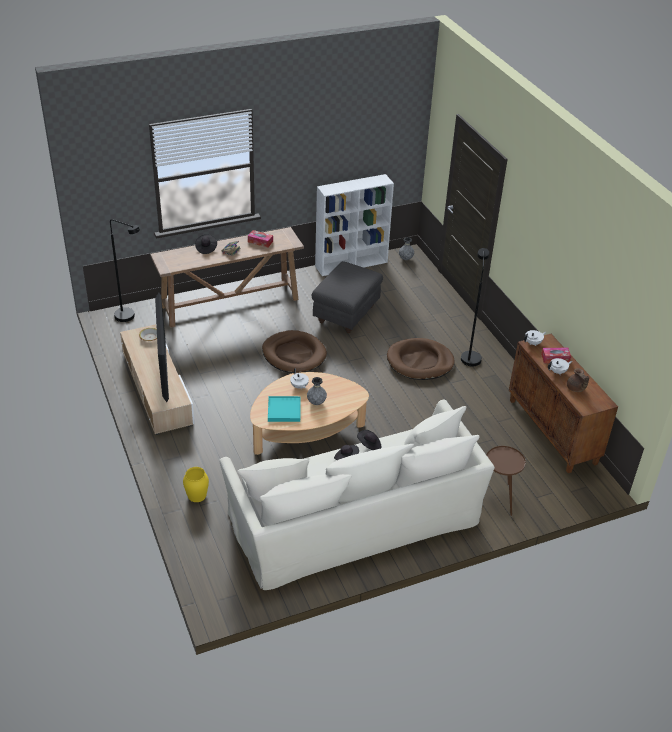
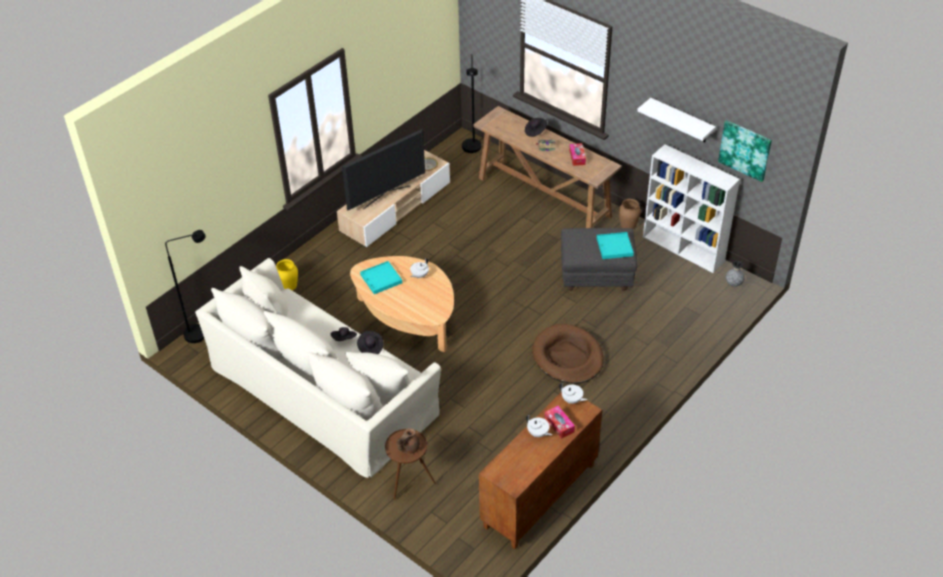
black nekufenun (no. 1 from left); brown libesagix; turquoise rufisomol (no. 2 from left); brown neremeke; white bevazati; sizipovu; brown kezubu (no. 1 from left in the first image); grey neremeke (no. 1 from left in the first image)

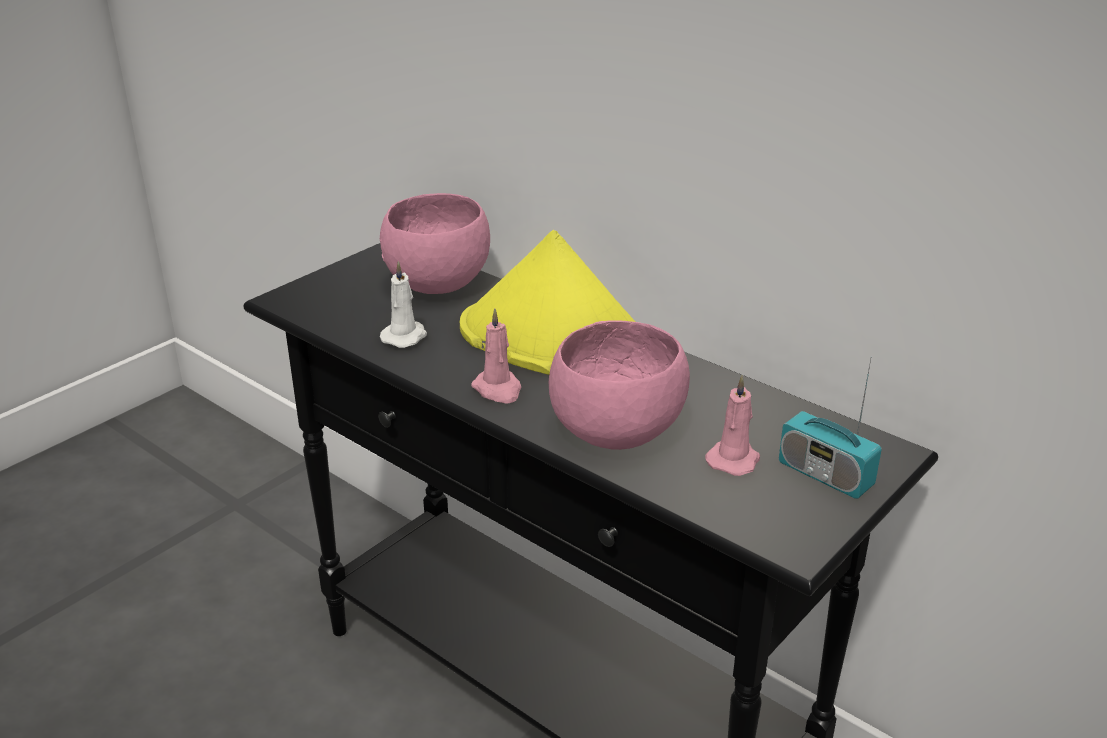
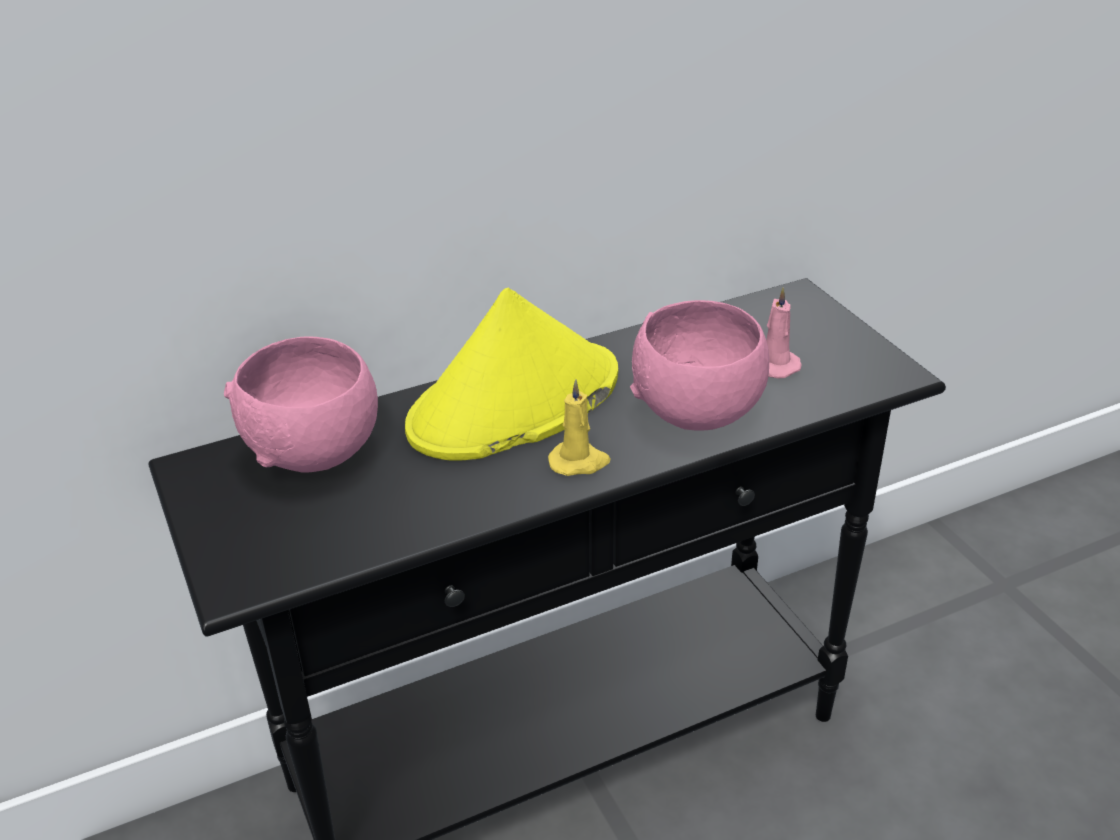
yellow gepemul; white gepemul; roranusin

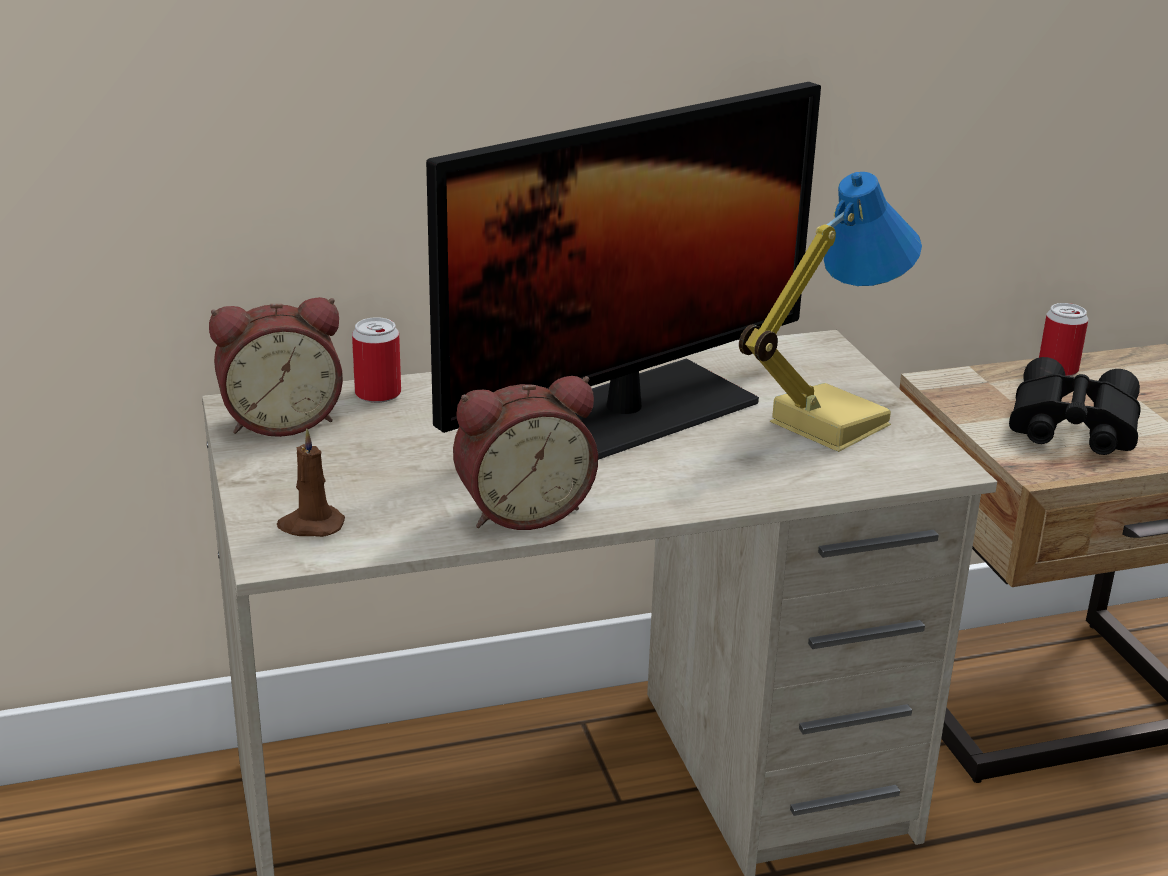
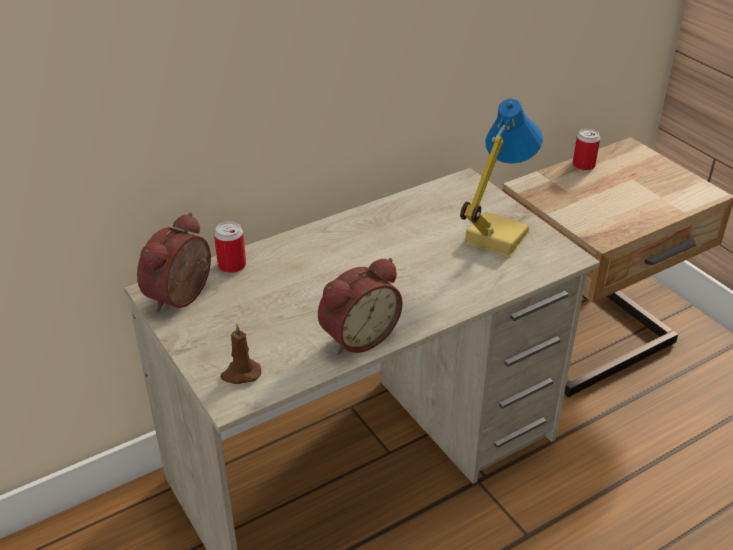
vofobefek (no. 1 from left); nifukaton; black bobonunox

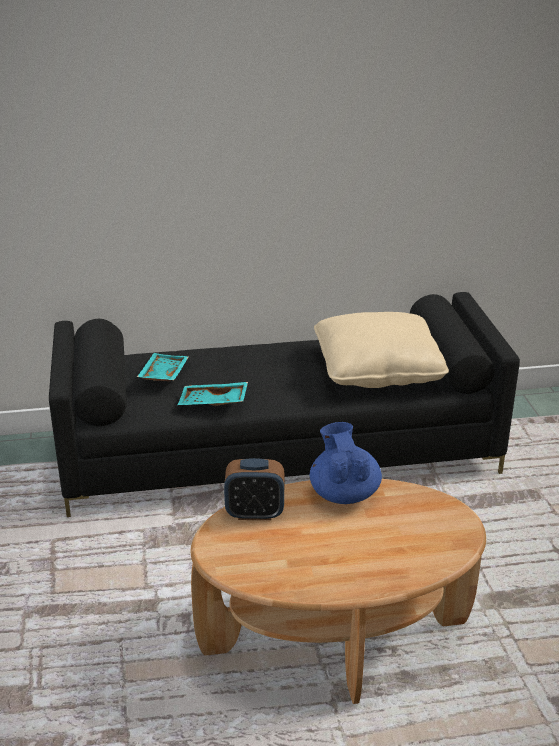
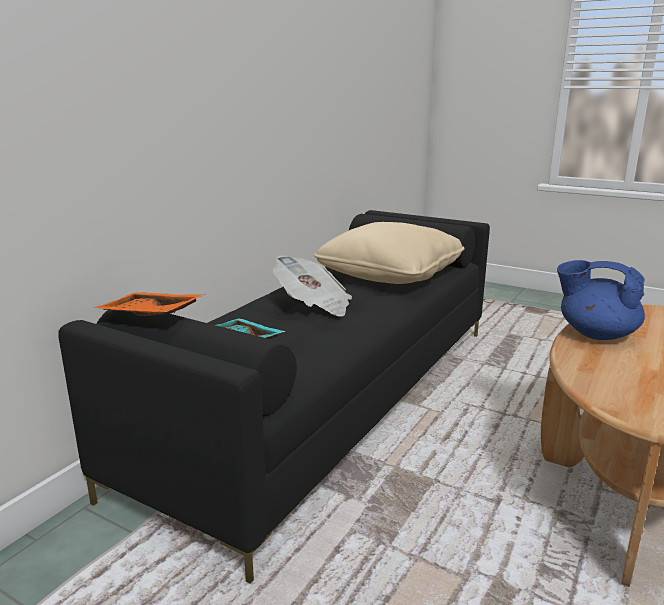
orange rufisomol; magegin; turquoise rufisomol (no. 2 from left in the first image); vofobefek

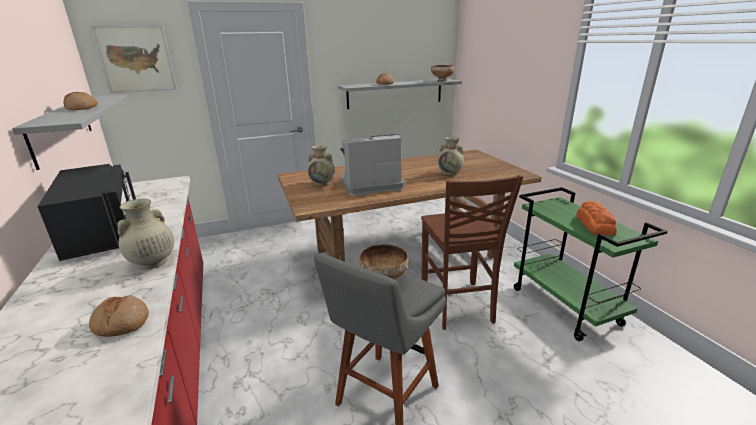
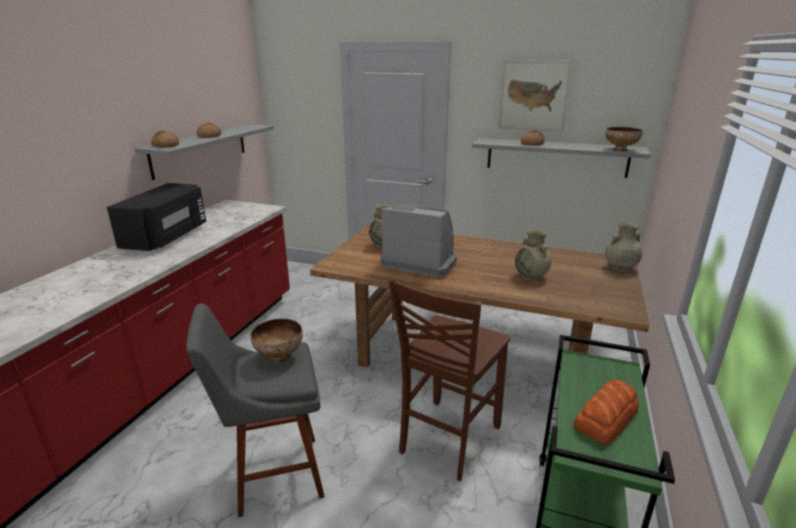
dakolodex (no. 1 from left); sizipovu; beige neremeke (no. 3 from left)

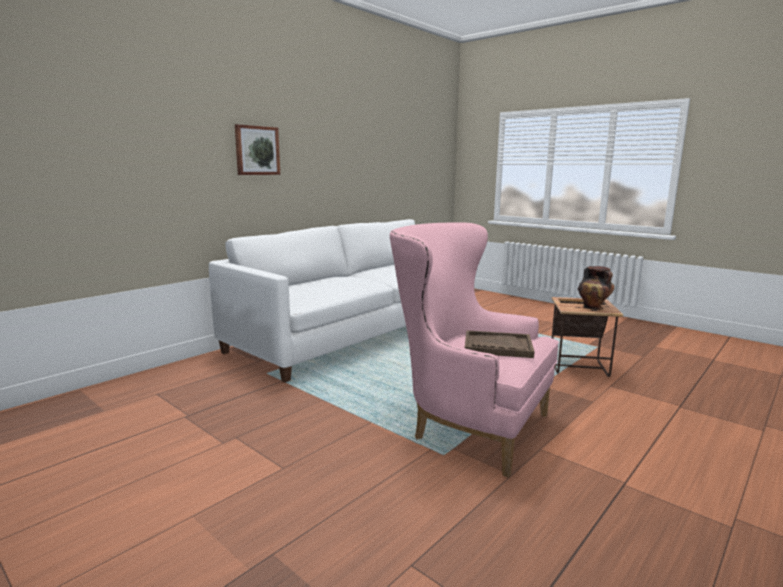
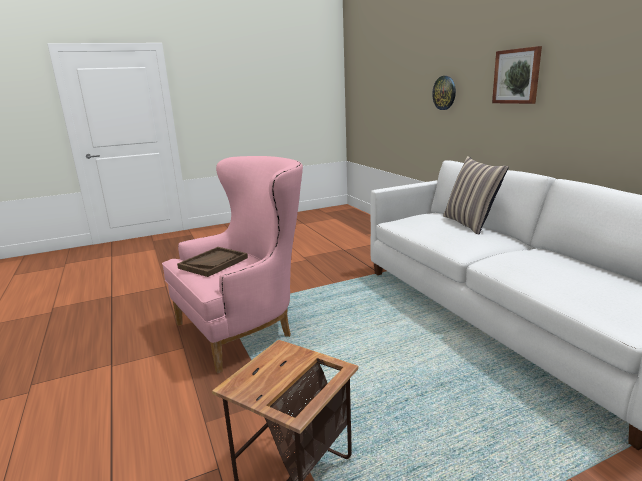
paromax; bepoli; neremeke

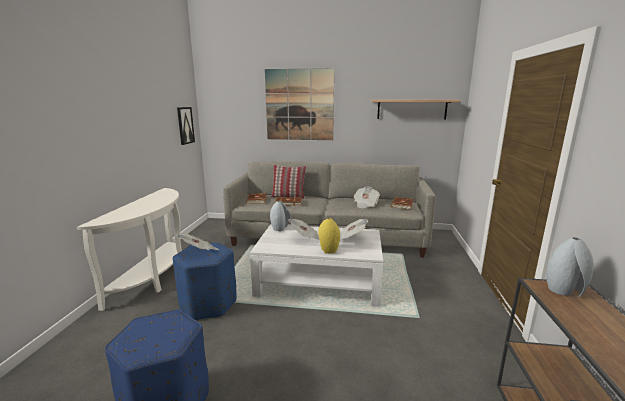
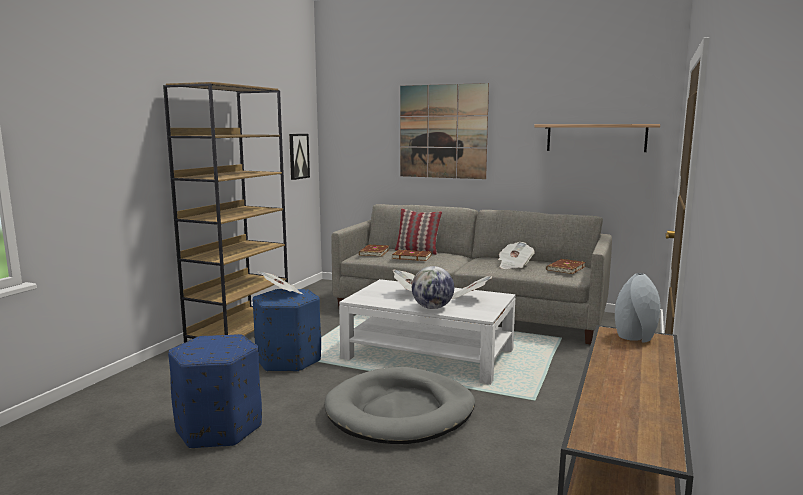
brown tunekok; grey kezubu; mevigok; grey neremeke (no. 1 from left in the first image)

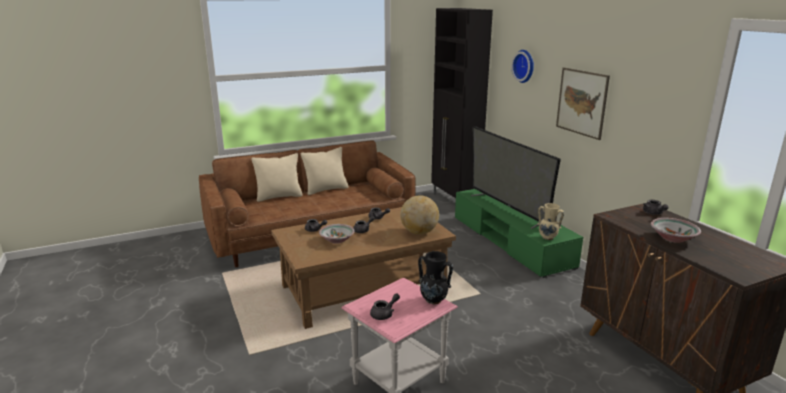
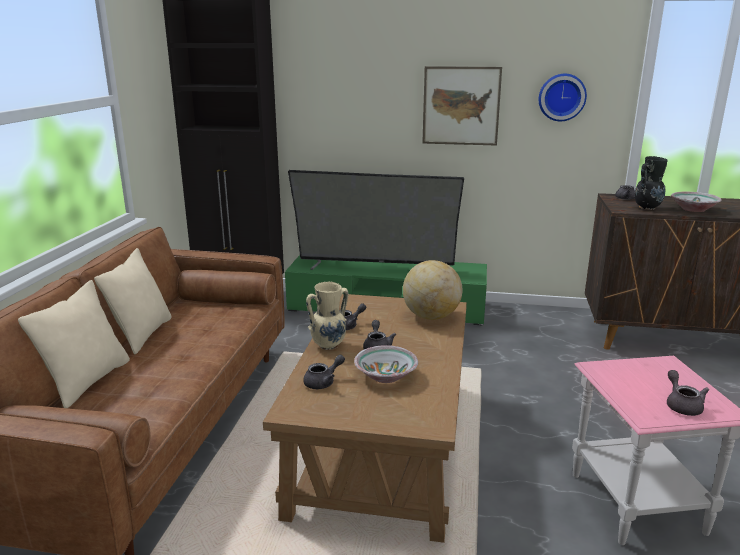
beige neremeke; paromax; black neremeke

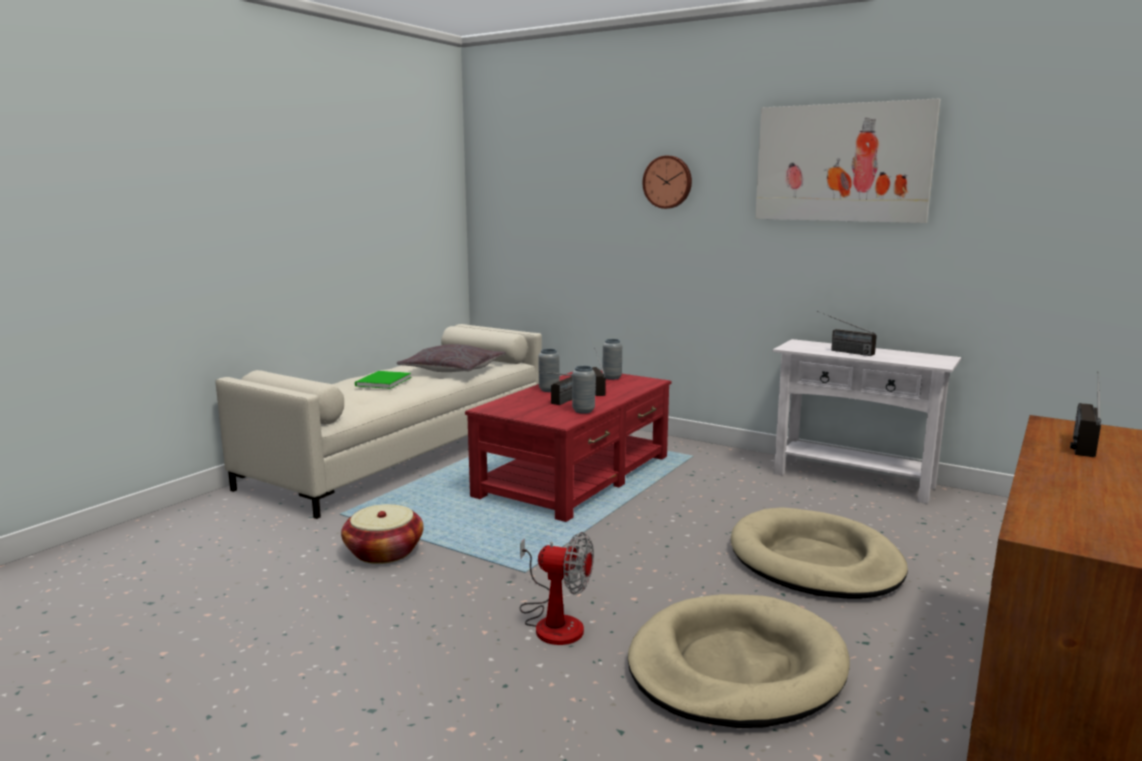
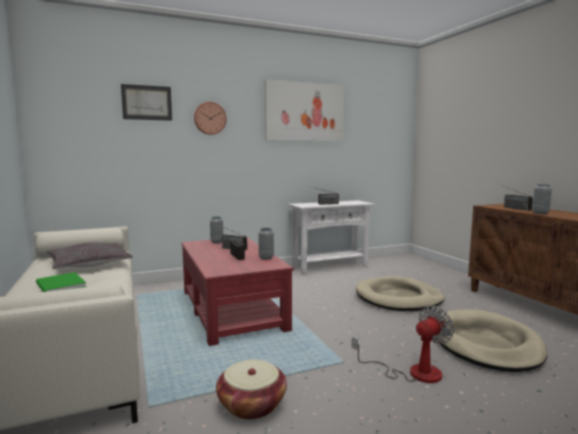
sizipovu (no. 1 from left); grey neremeke (no. 3 from left)

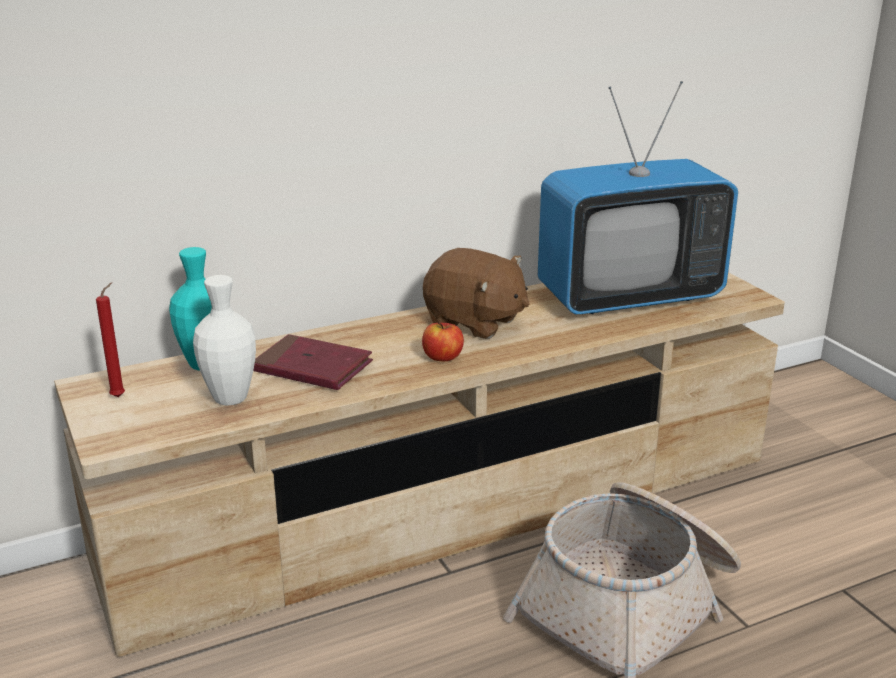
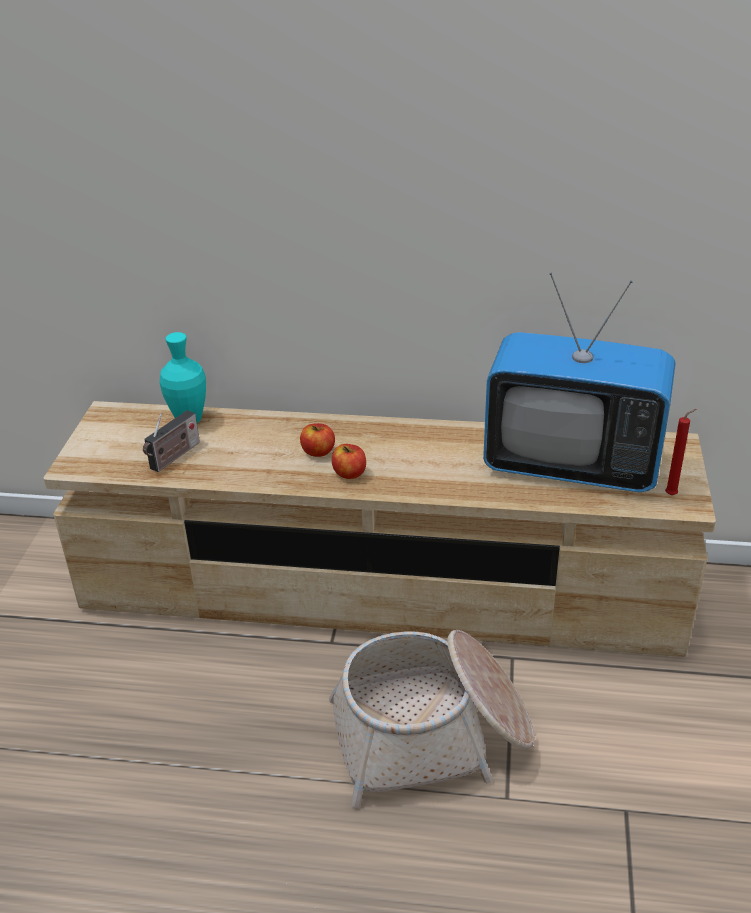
roranusin; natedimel (no. 1 from left); red gepemul; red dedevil; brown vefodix

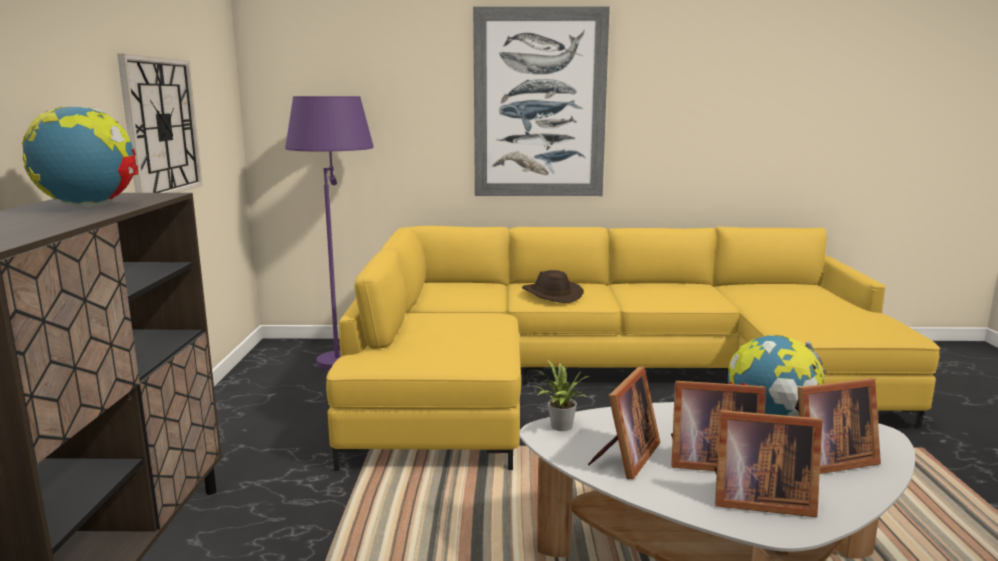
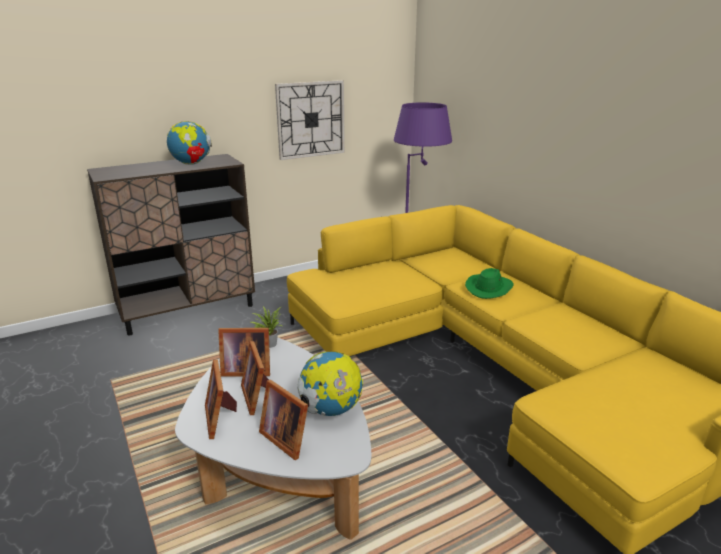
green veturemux; sizipovu

